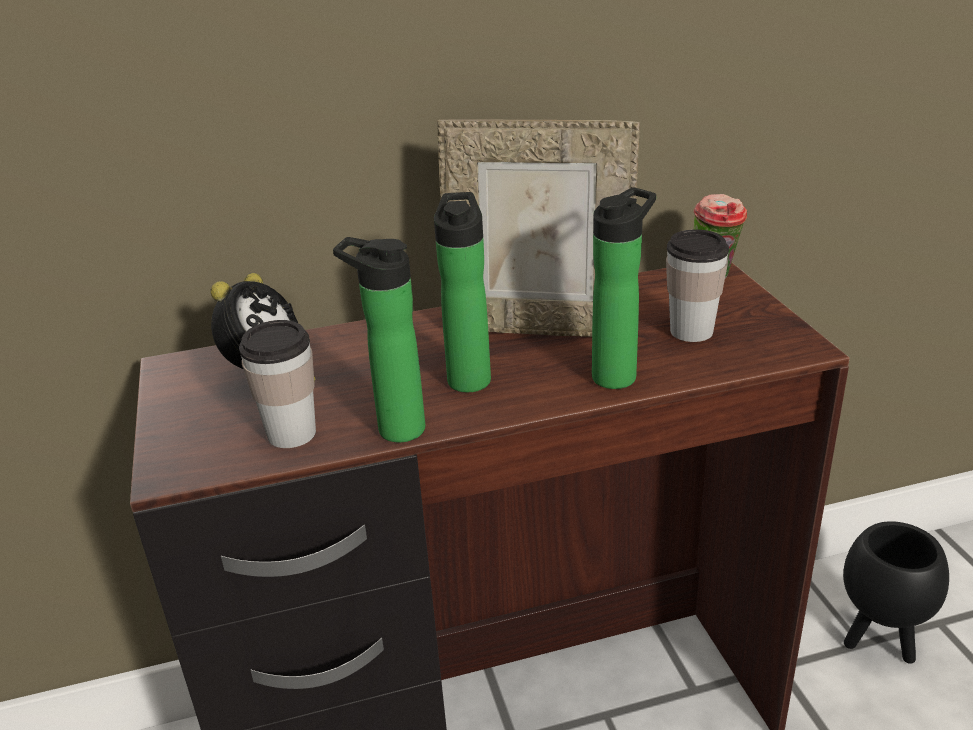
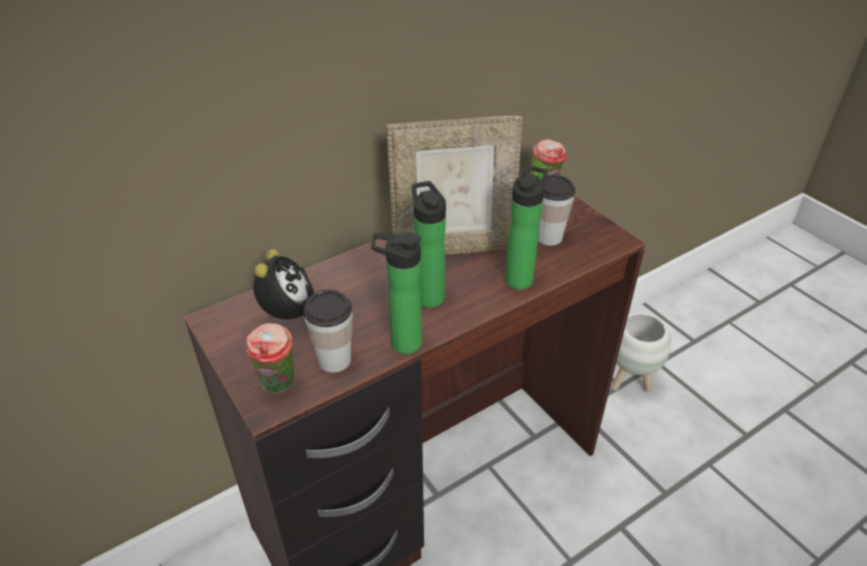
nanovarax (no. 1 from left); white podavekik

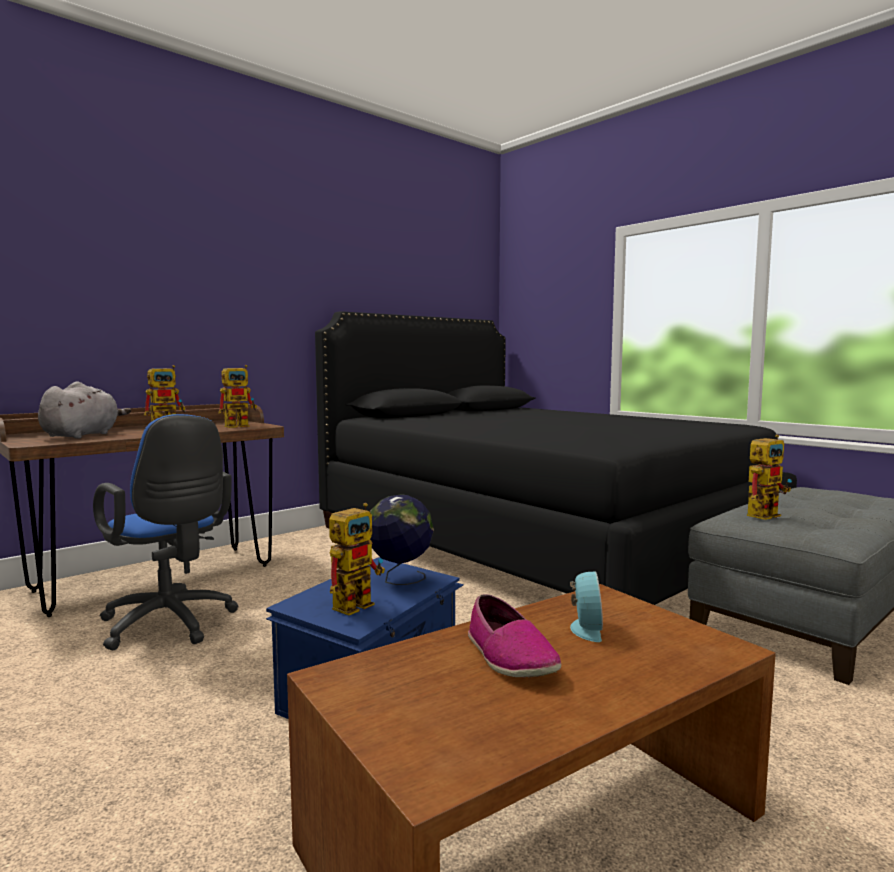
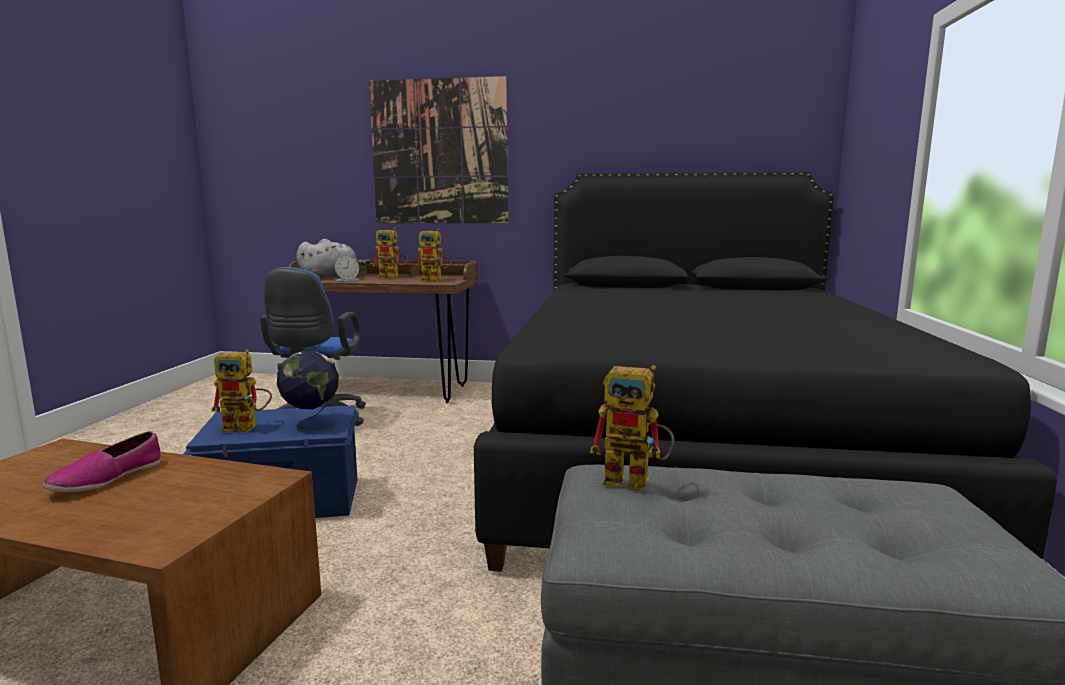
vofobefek; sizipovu

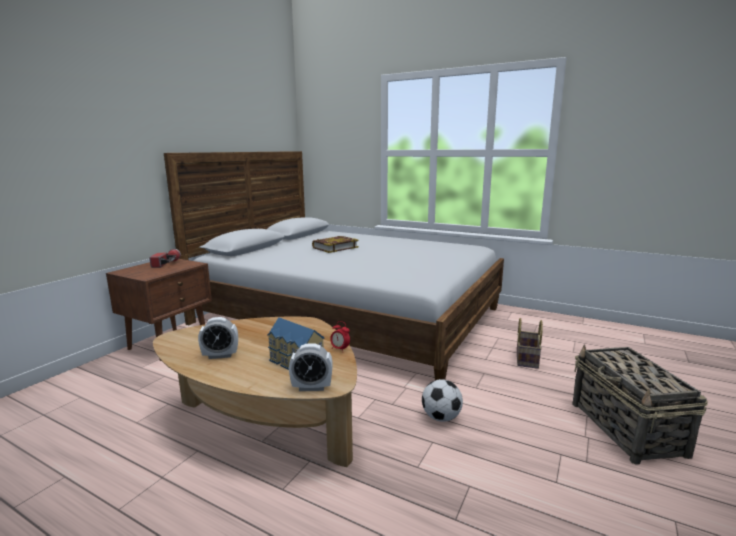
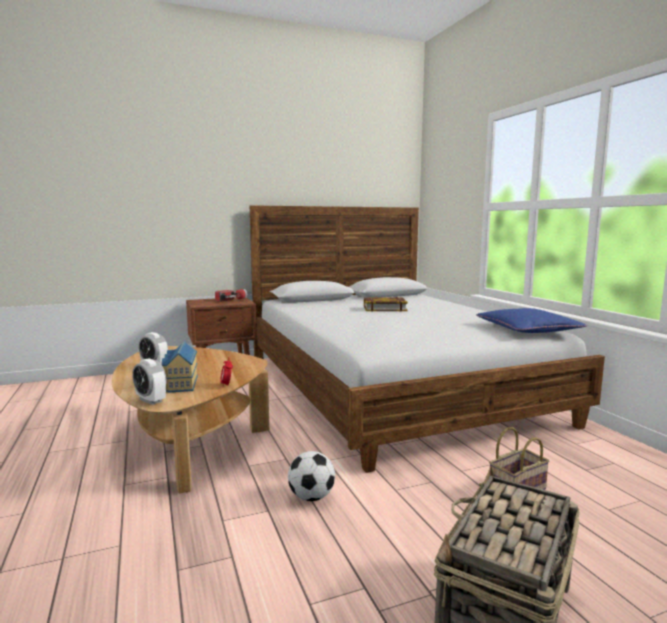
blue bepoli

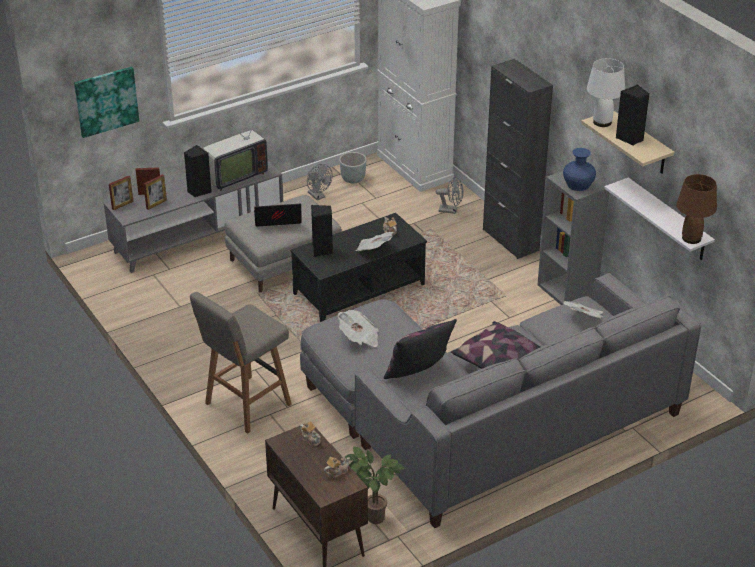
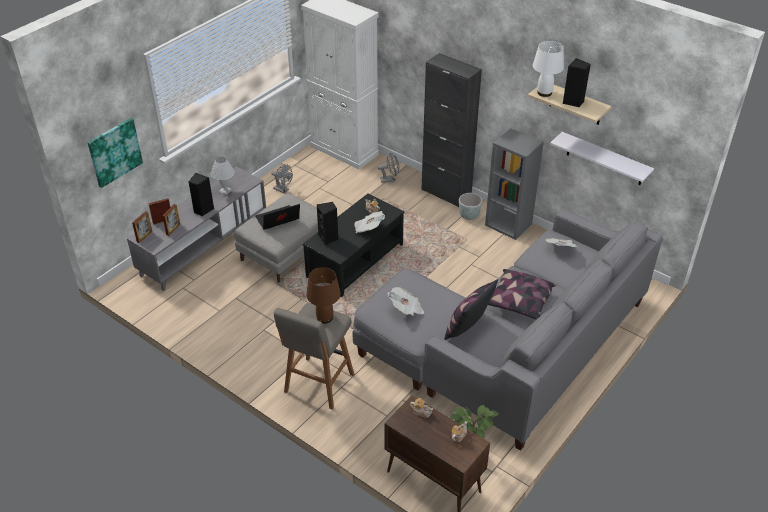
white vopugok (no. 1 from left); brown vopugok; grey podavekik; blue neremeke

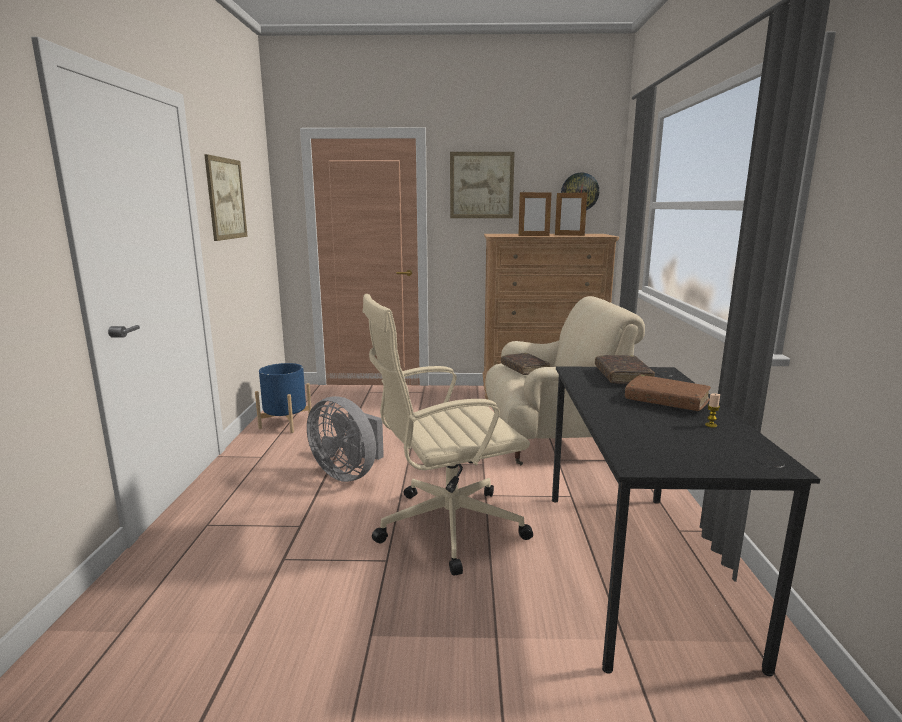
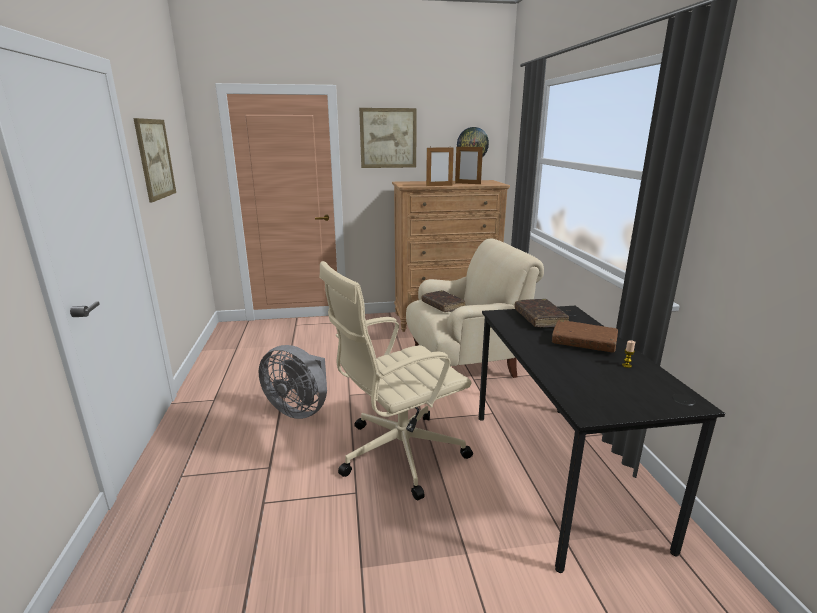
blue podavekik

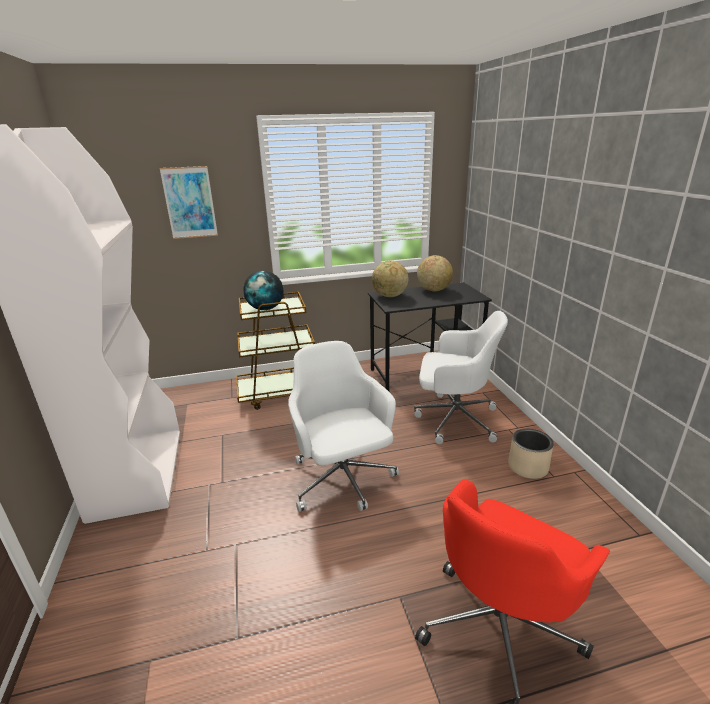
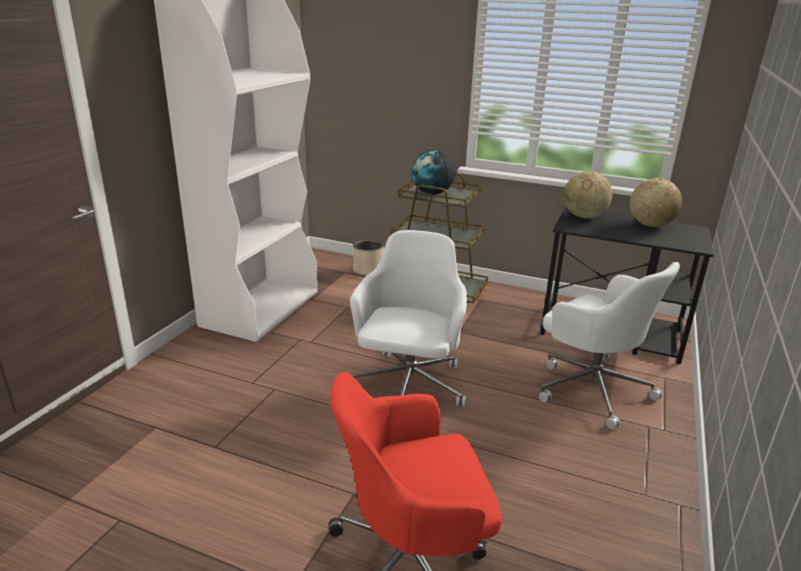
beige podavekik; sizipovu

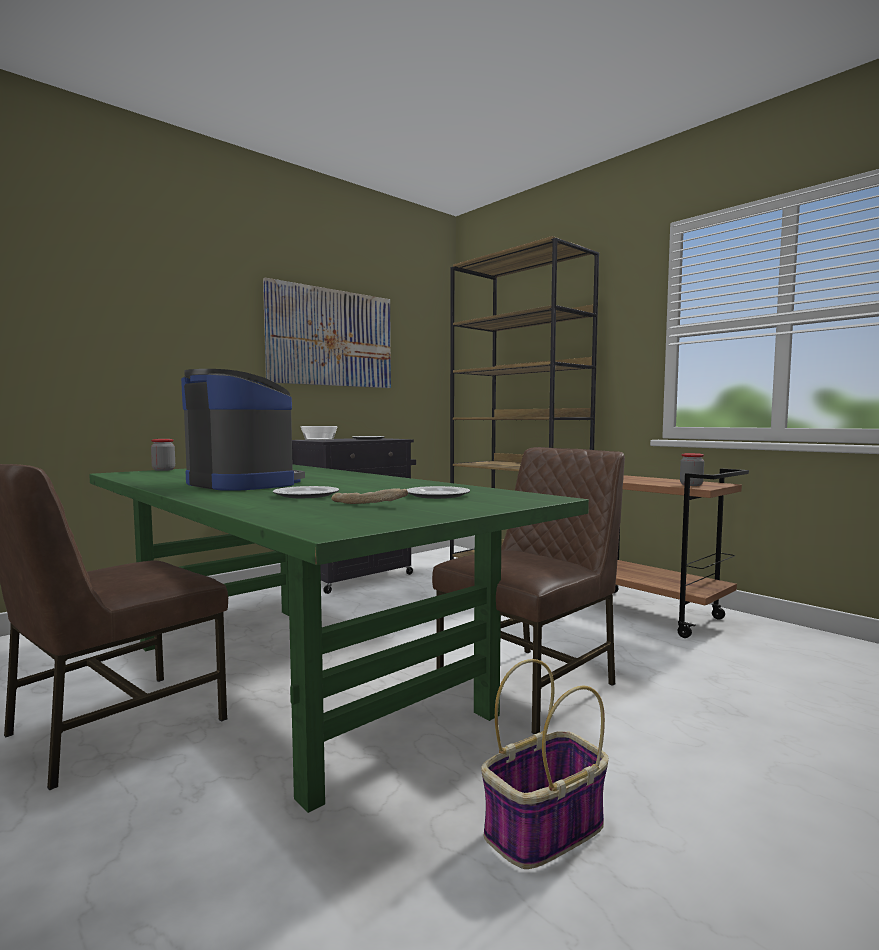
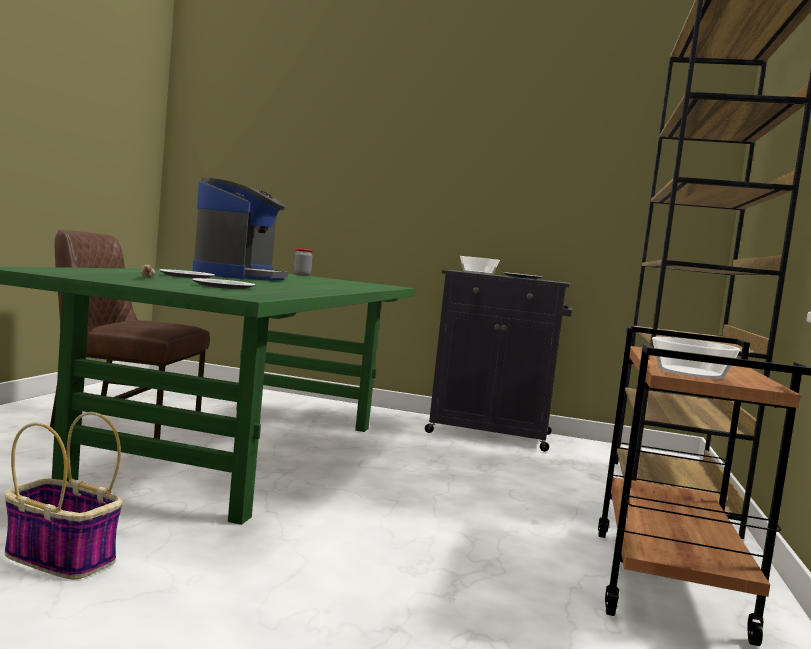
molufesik (no. 2 from left); sizipovu; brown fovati (no. 2 from left in the first image)

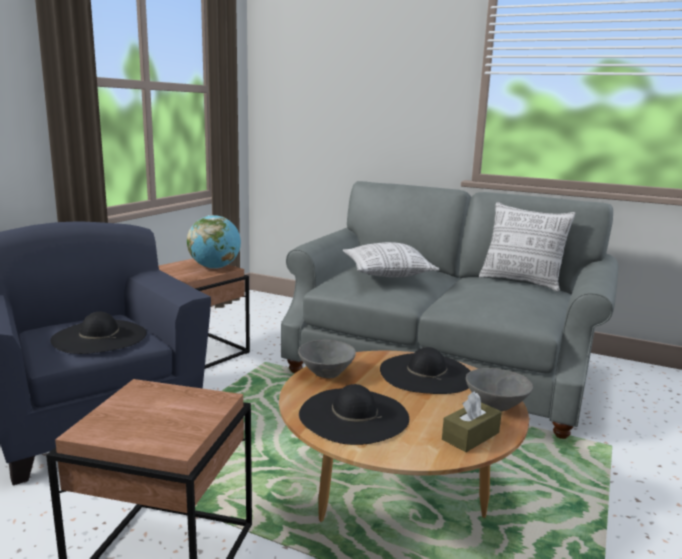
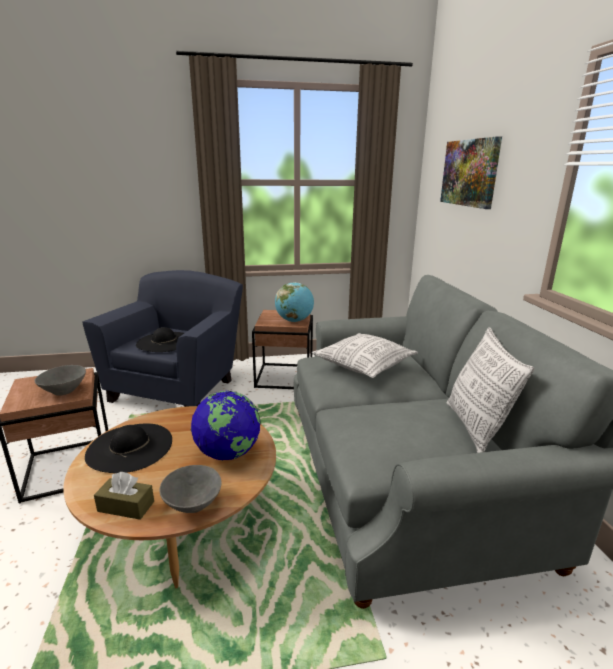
grey molufesik (no. 1 from left); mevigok (no. 1 from left); sizipovu

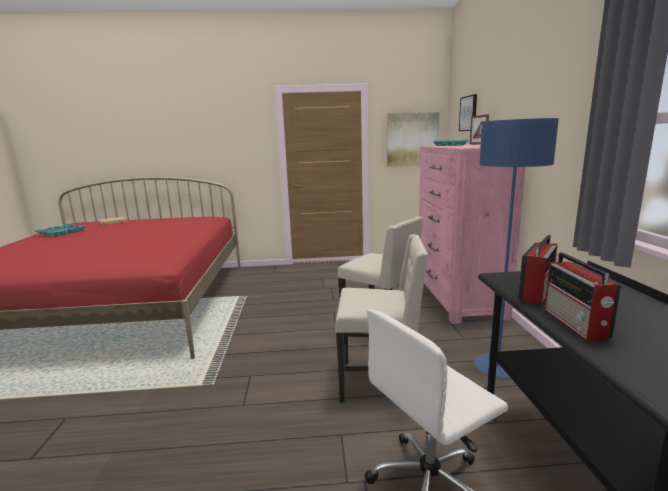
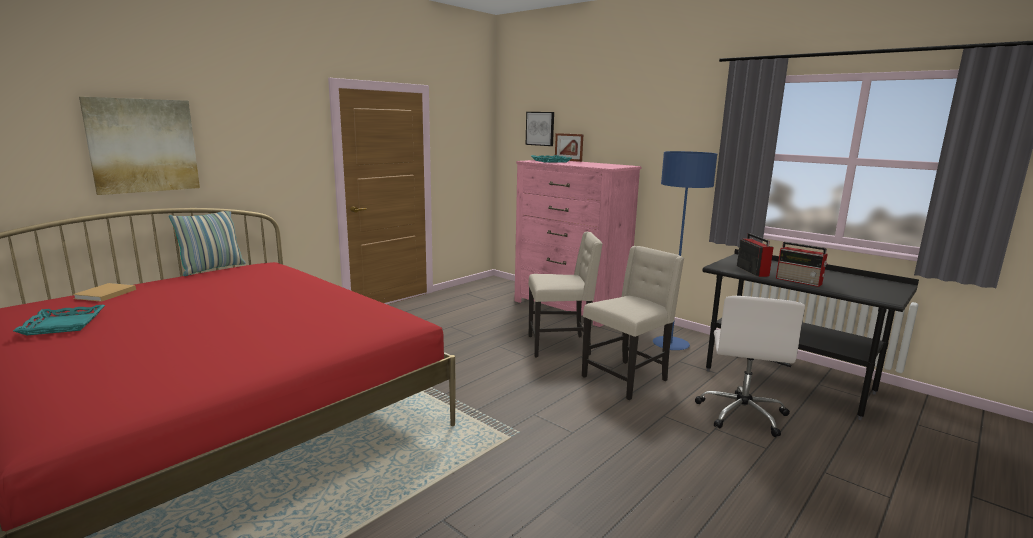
sizipovu (no. 1 from left); bepoli

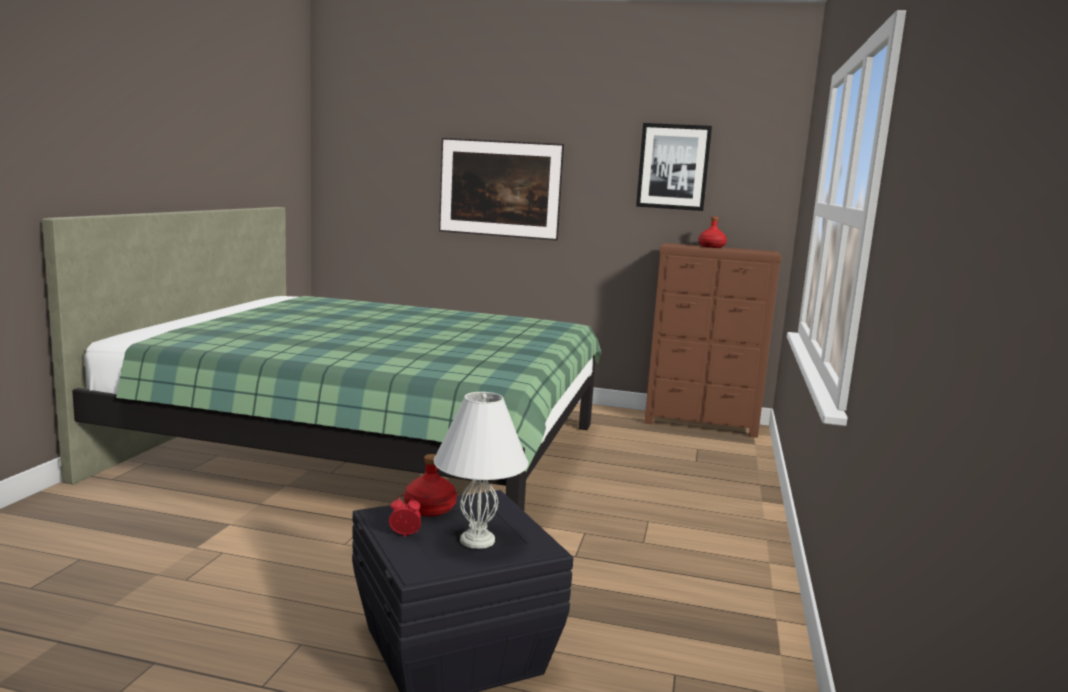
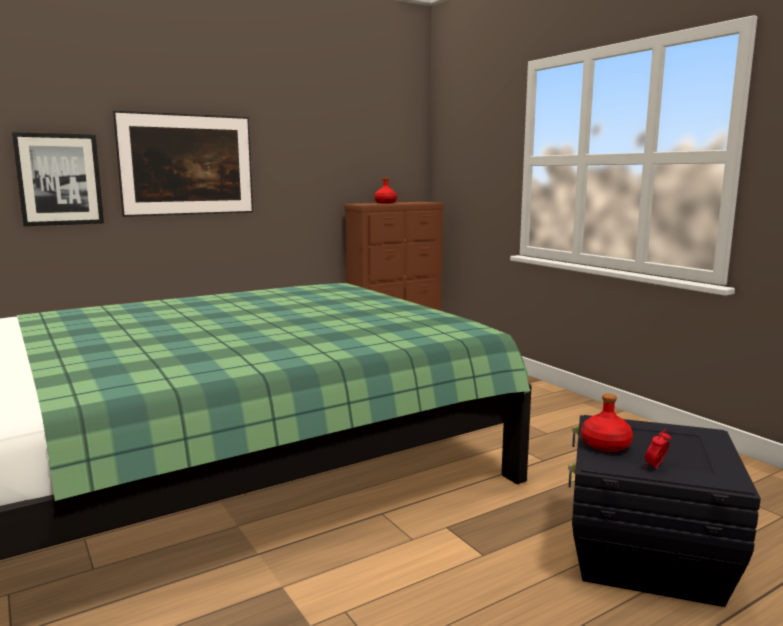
sizipovu (no. 1 from left); white vopugok

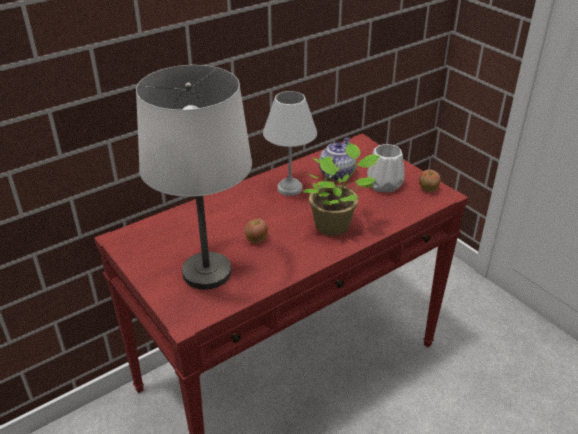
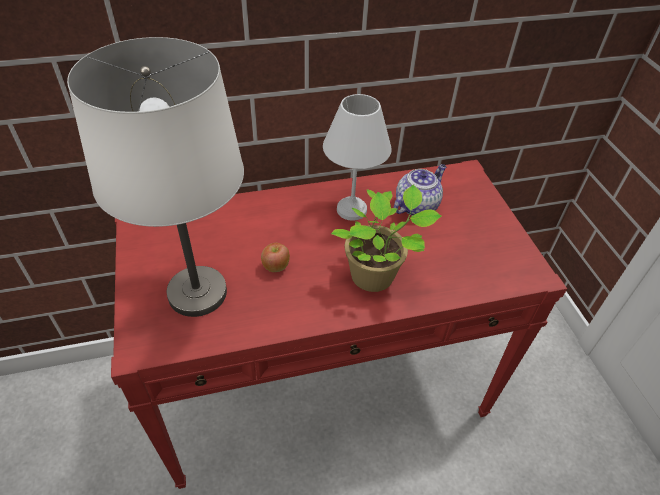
white neremeke; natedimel (no. 2 from left in the first image)

